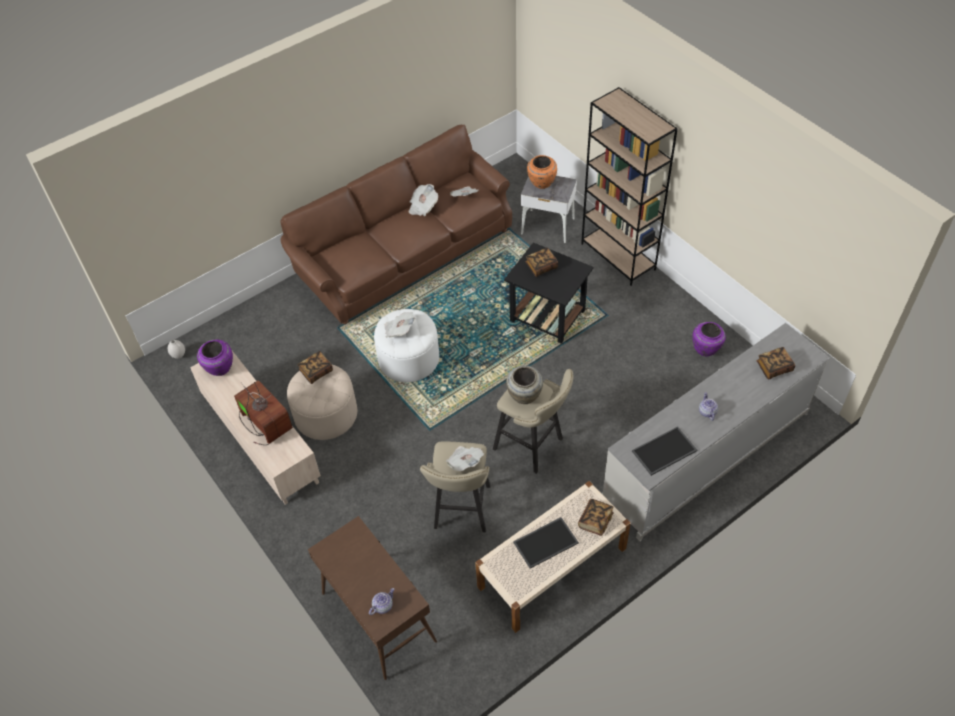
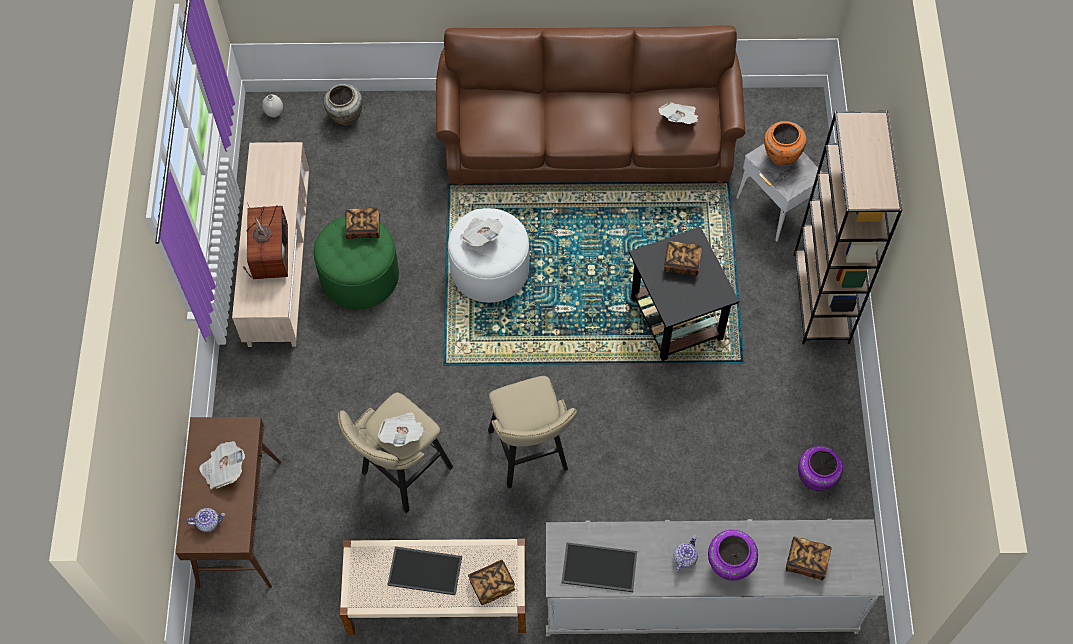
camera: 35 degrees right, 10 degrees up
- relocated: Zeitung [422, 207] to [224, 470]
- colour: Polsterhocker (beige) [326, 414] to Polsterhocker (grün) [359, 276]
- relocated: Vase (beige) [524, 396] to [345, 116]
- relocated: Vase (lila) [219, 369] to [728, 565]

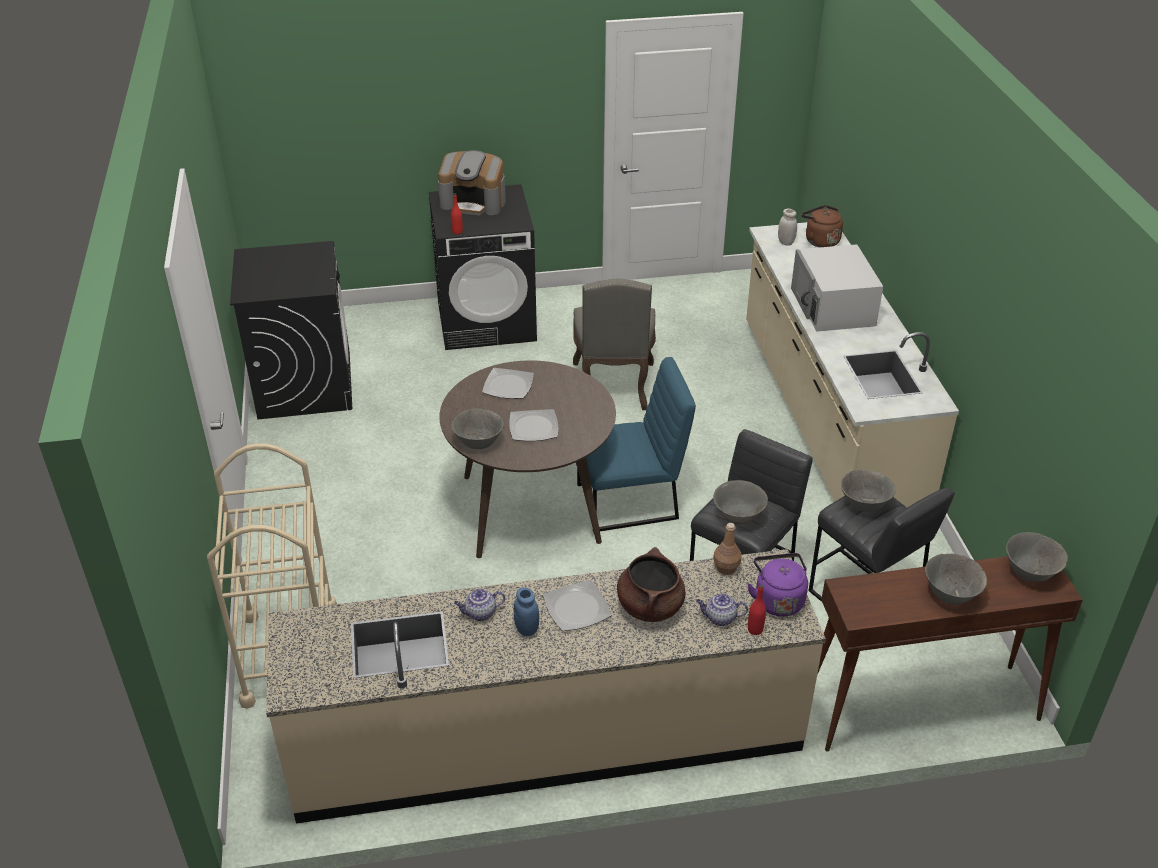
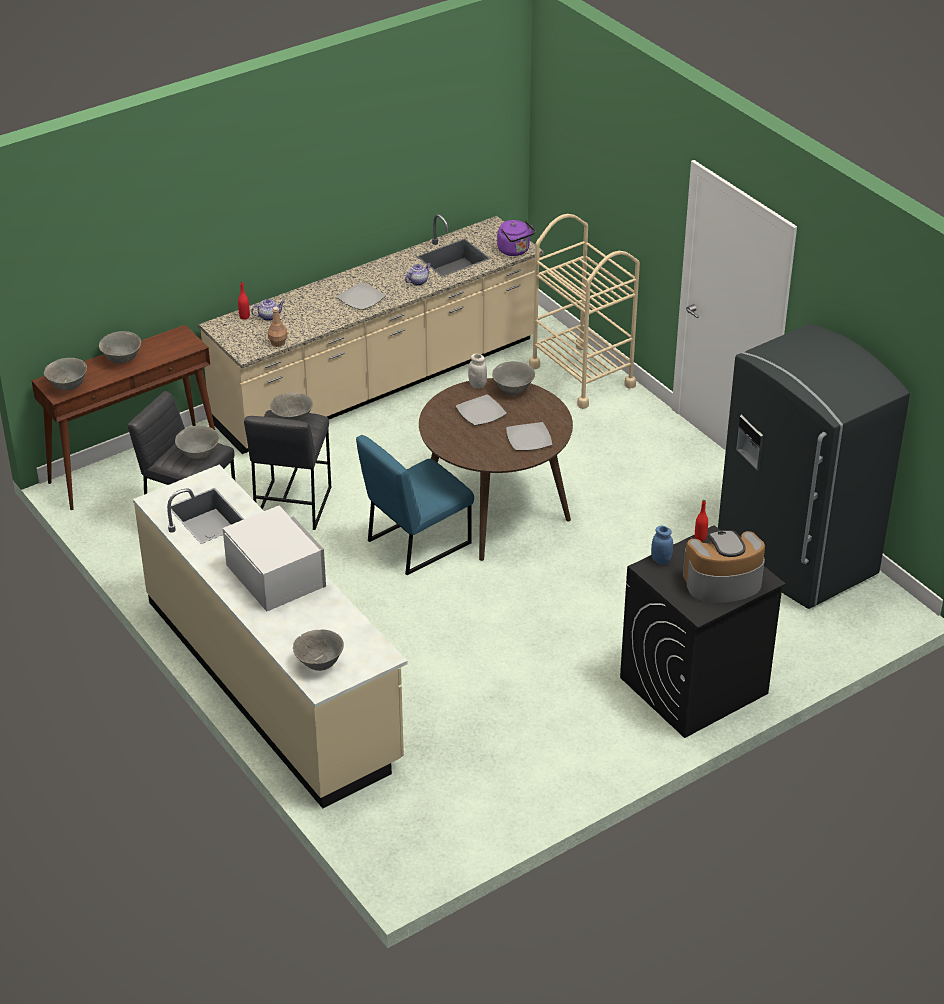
camera: 155 degrees right, 0 degrees up
- exchanged: Wasserkessel (braun) [820, 240] to Schüssel (grau) [319, 663]
- relocated: Vorratsglas (weiß) [786, 242] to [477, 385]
- relocated: Wasserkessel (lila) [777, 599] to [515, 251]
- relocated: Vorratsglas (blau) [527, 629] to [661, 560]
- exchanged: Waschmaschine (schwarz) [304, 384] to Kühlschrank (grau) [794, 557]
- missing: Stuhl (grau) [613, 387]
- missing: Kochtopf (braun) [650, 606]

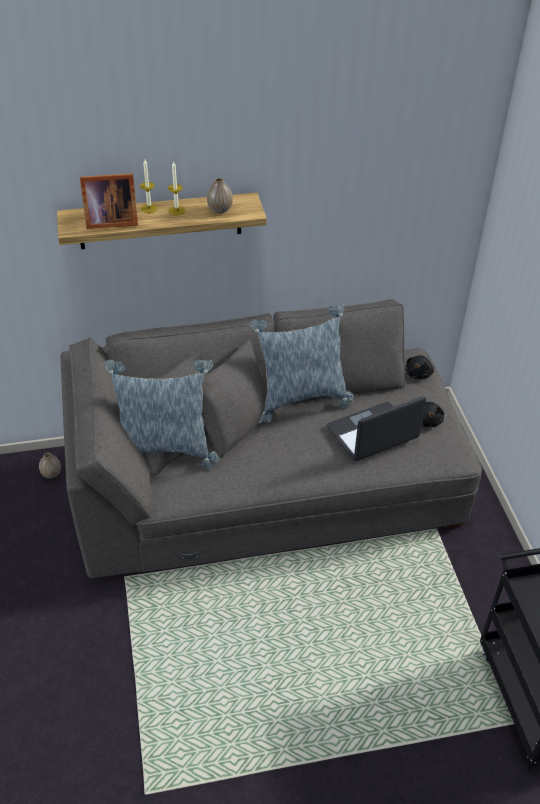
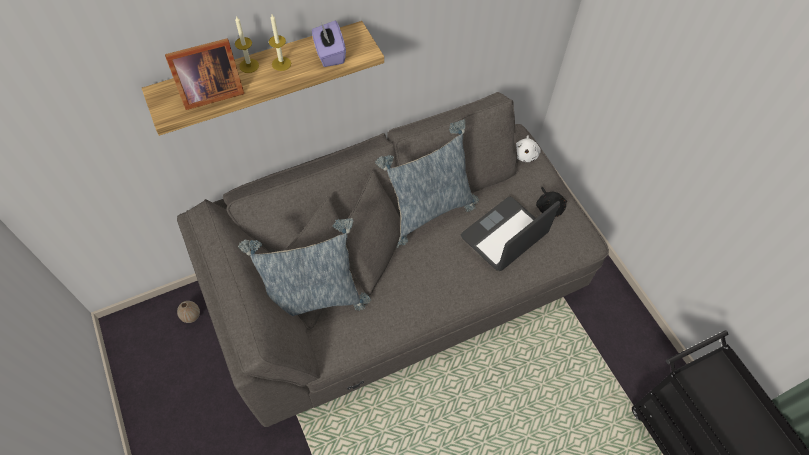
camera: 15 degrees left, 15 degrees up
- exchanged: Vase [220, 210] to Taschentuchbox (lila) [329, 54]
- colour: Plüschtier (schwarz) [418, 373] to Plüschtier (weiß) [525, 154]

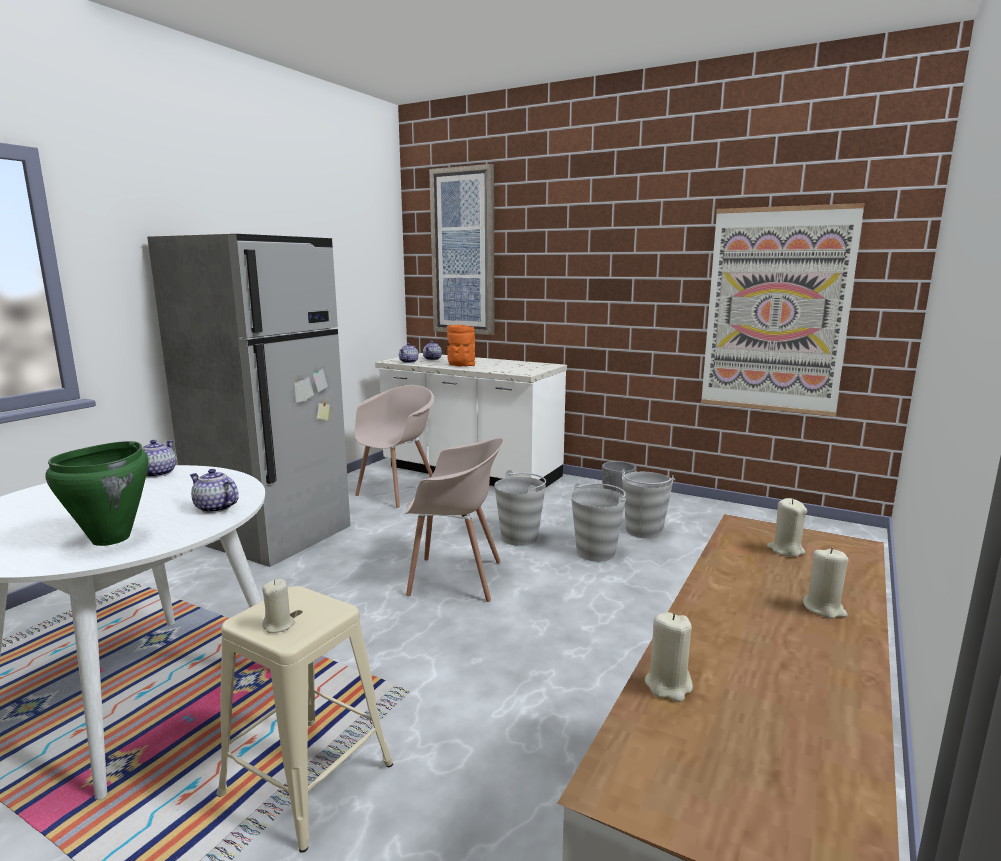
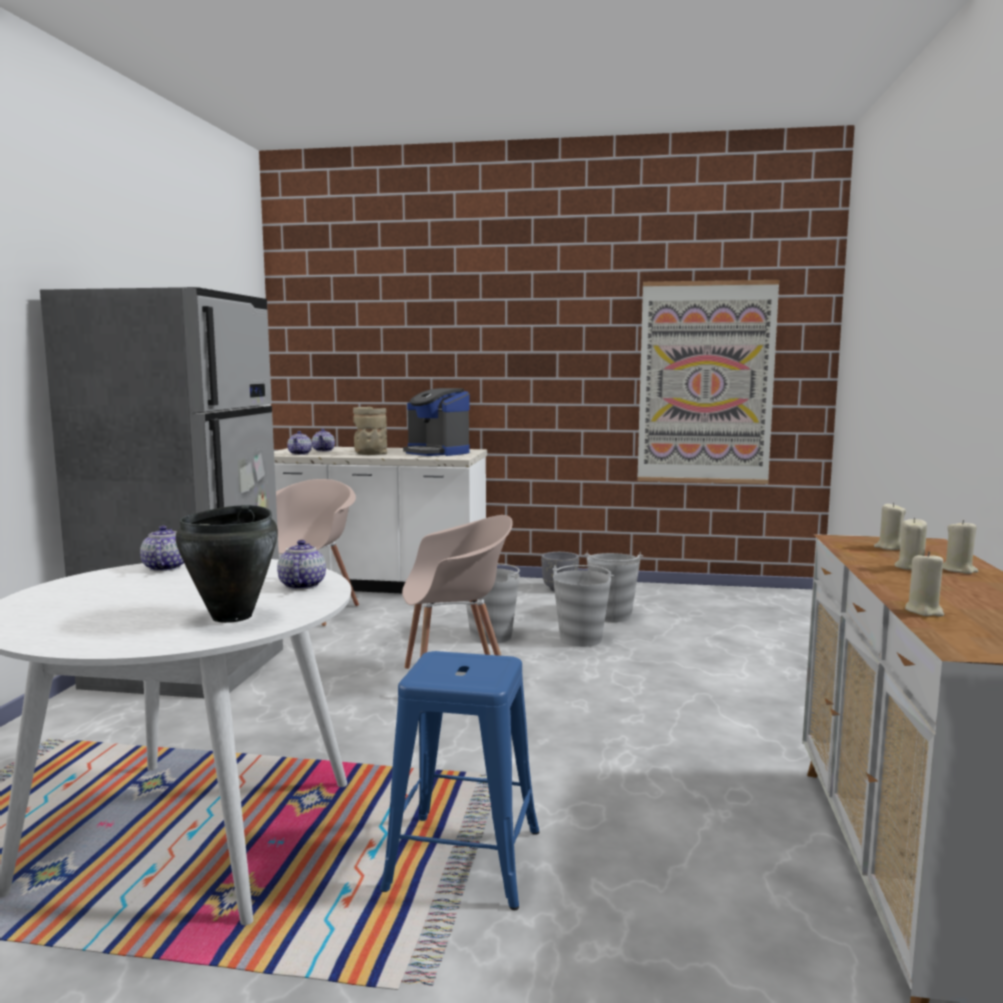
camera: 20 degrees left, 5 degrees down
- colour: Kochtopf (grün) [112, 538] to Kochtopf (schwarz) [233, 616]
- spun: Teekanne [214, 508] = [301, 585] 75 degrees clockwise
- colour: Vase (orange) [461, 365] to Vase (beige) [370, 454]
- colour: Hocker (beige) [307, 779] to Hocker (blau) [463, 860]
- appeared: Kaffeemaschine [437, 452]
- relocated: Kerze (beige) [279, 625] to [910, 567]
- missing: Bild [463, 252]

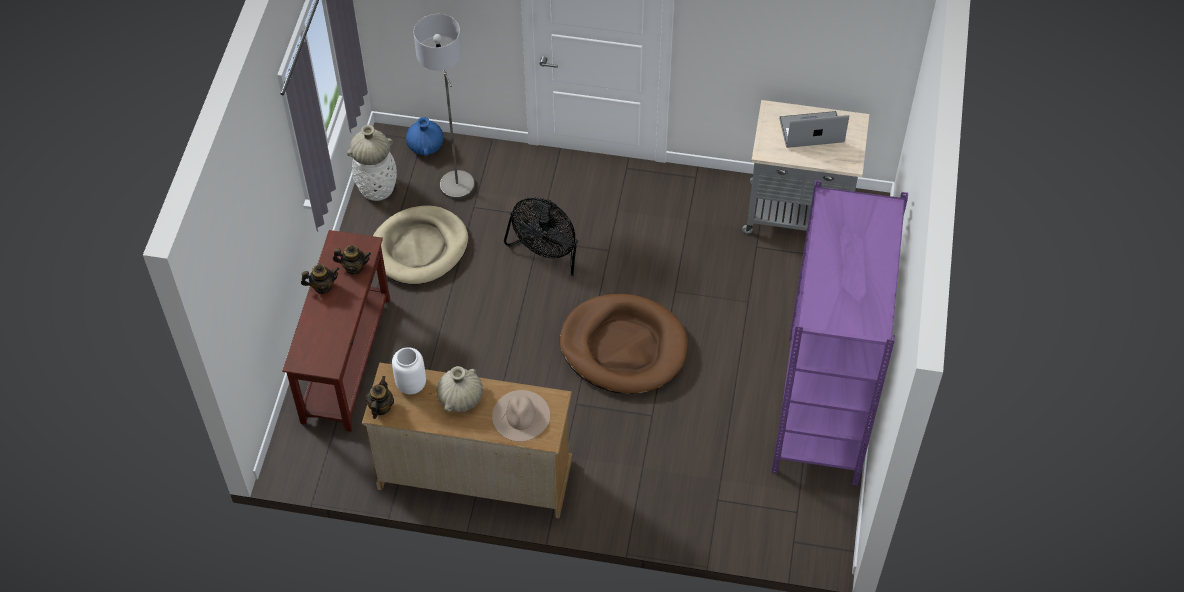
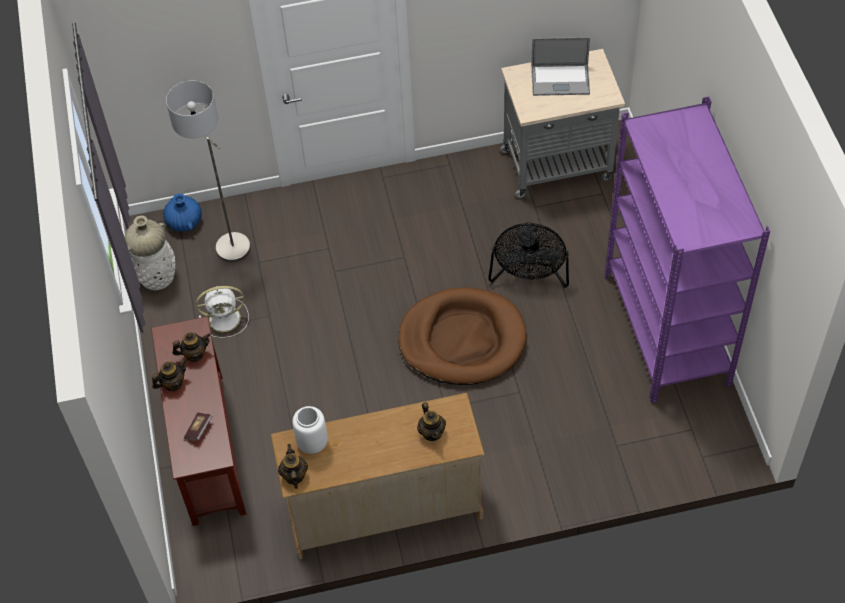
camera: 20 degrees left, 0 degrees up
- appeared: Buch [199, 430]
- exchanged: Hundebett (beige) [419, 248] to Ventilator (weiß) [226, 318]
- exchanged: Hut (beige) [521, 415] to Teekanne [432, 432]
- relocated: Ventilator (schwarz) [546, 249] to [526, 272]
- spun: Laptop [811, 131] = [560, 80] 150 degrees counterclockwise
- missing: Vase (beige) [460, 398]

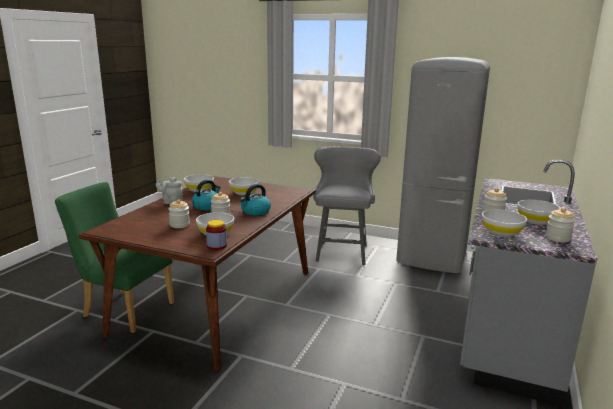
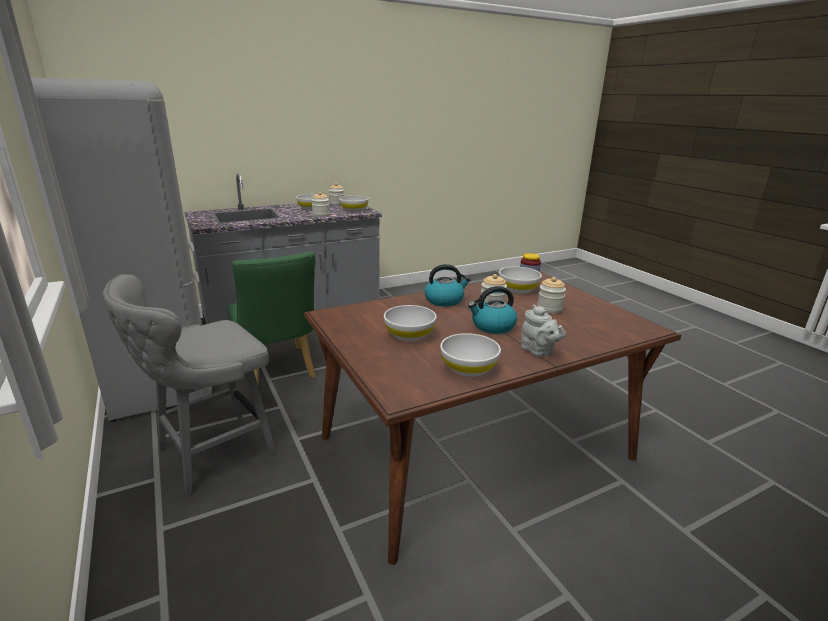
camera: 140 degrees left, 5 degrees up
- relocated: Stuhl (grün) [123, 309] to [278, 372]

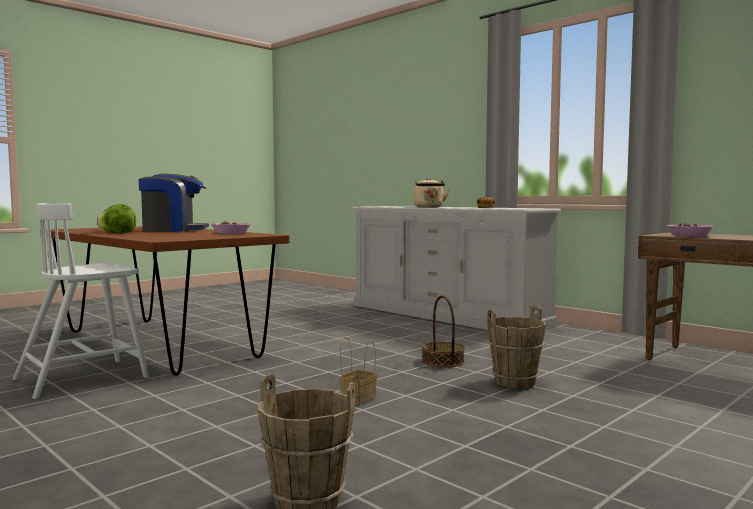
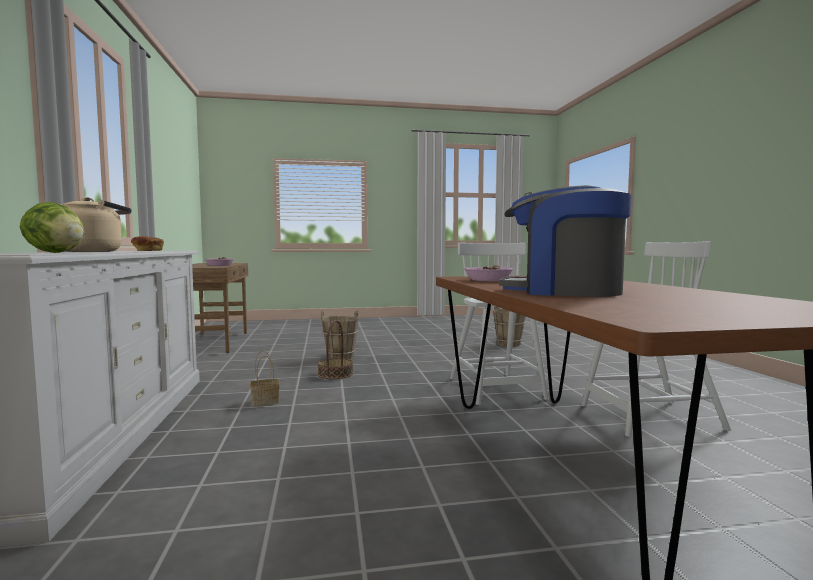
camera: 145 degrees left, 0 degrees up
- relocated: Salatkopf [118, 233] to [56, 253]
- relocated: Korb [358, 398] to [264, 402]
- appeared: Stuhl (weiß) [496, 389]

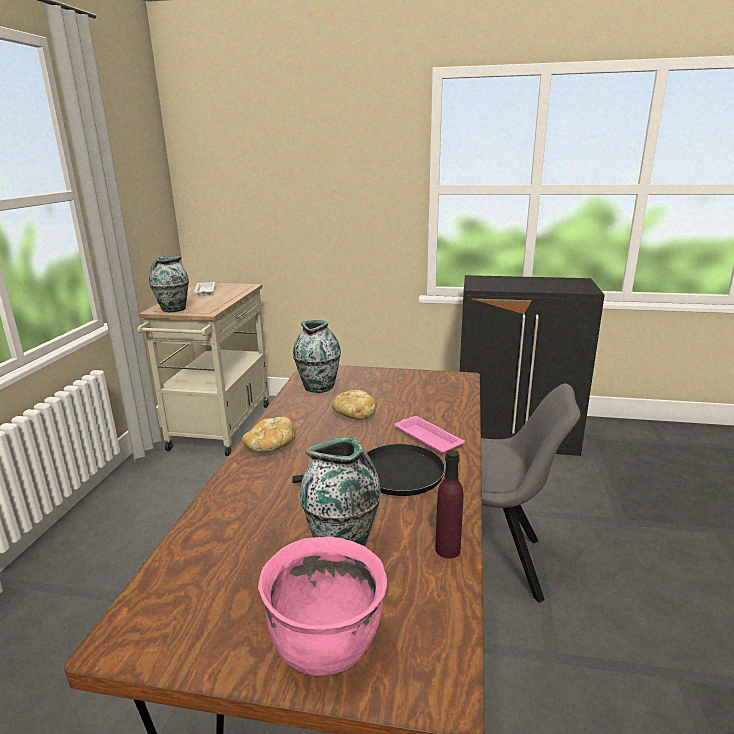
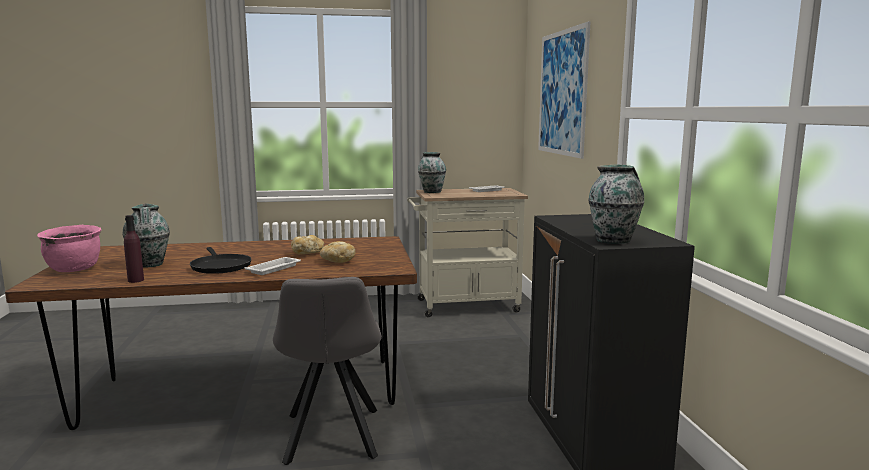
camera: 70 degrees right, 10 degrees down
- colour: Tablett (rosa) [426, 438] to Tablett (weiß) [274, 269]
- relocated: Brot [271, 447] to [337, 261]
- appeared: Bild [562, 93]
- relocated: Vase [319, 386] to [614, 240]

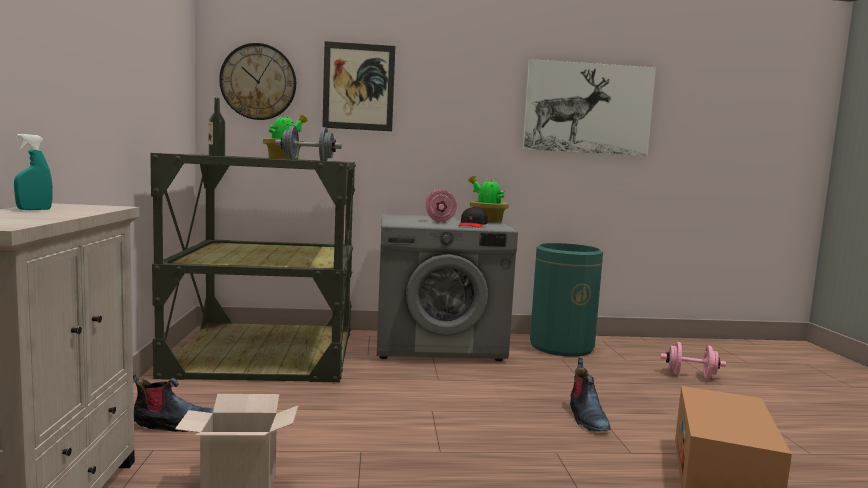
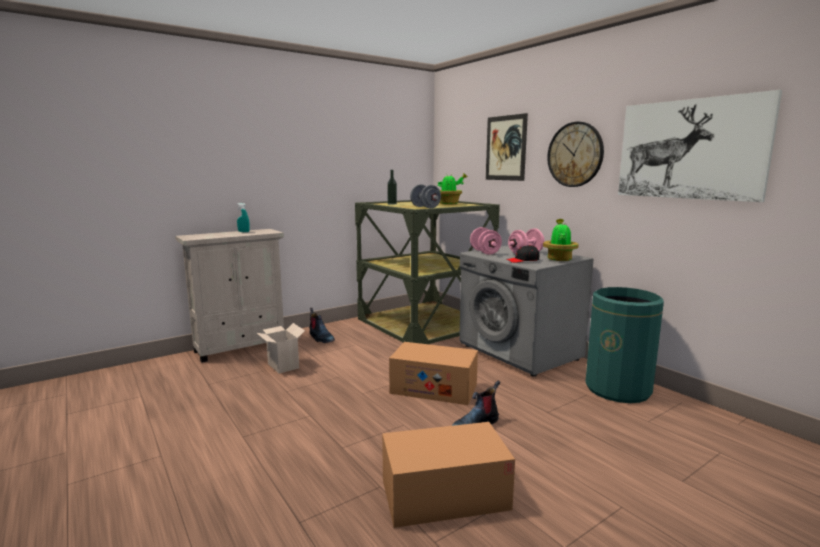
camera: 60 degrees right, 5 degrees up
- appeared: Karton [434, 388]
- relocated: Hantel (rosa) [690, 375] to [485, 252]
- relocated: Wanduhr [258, 82] to [575, 154]

